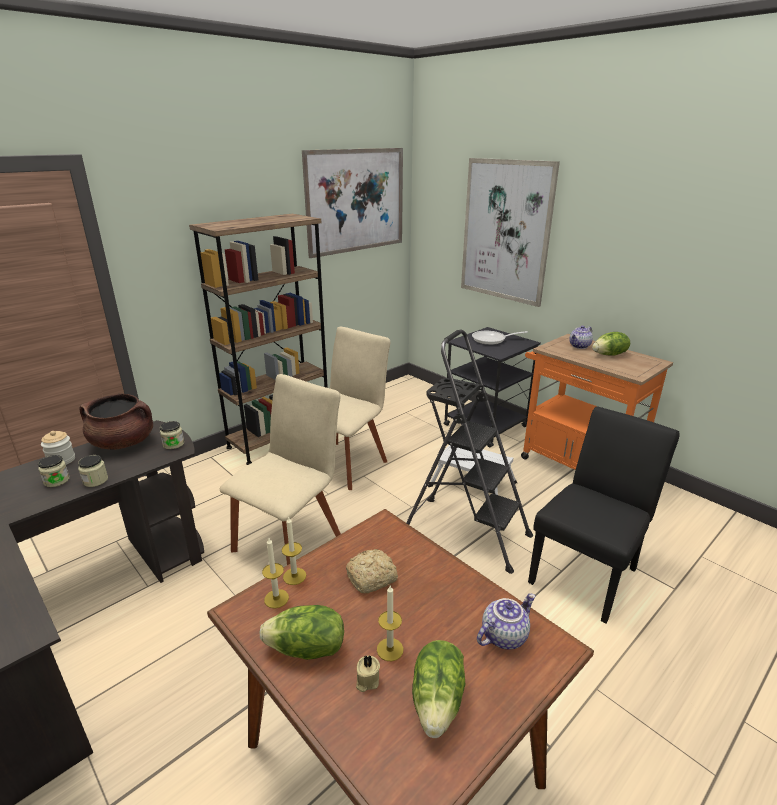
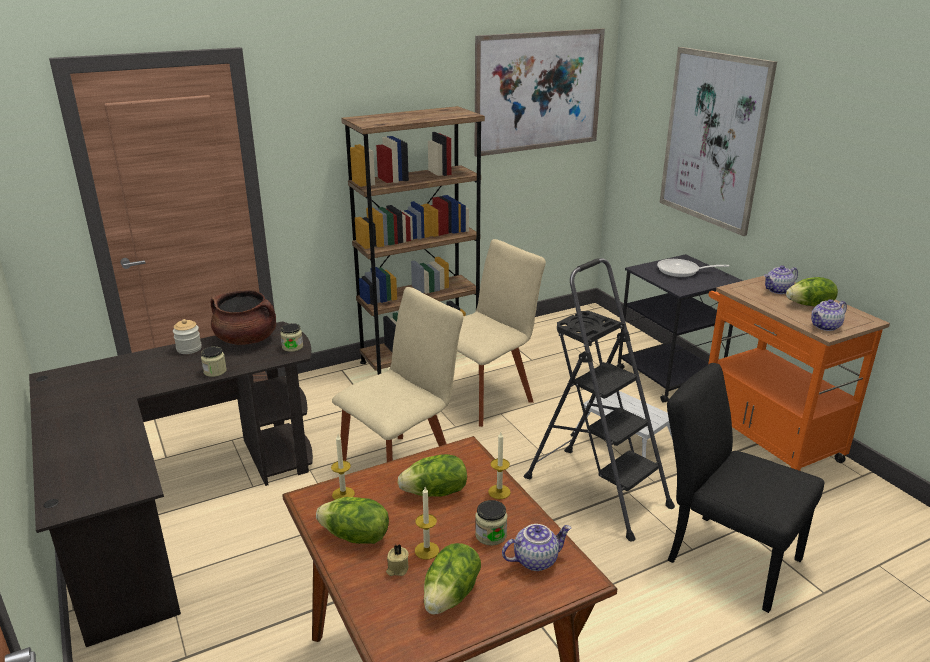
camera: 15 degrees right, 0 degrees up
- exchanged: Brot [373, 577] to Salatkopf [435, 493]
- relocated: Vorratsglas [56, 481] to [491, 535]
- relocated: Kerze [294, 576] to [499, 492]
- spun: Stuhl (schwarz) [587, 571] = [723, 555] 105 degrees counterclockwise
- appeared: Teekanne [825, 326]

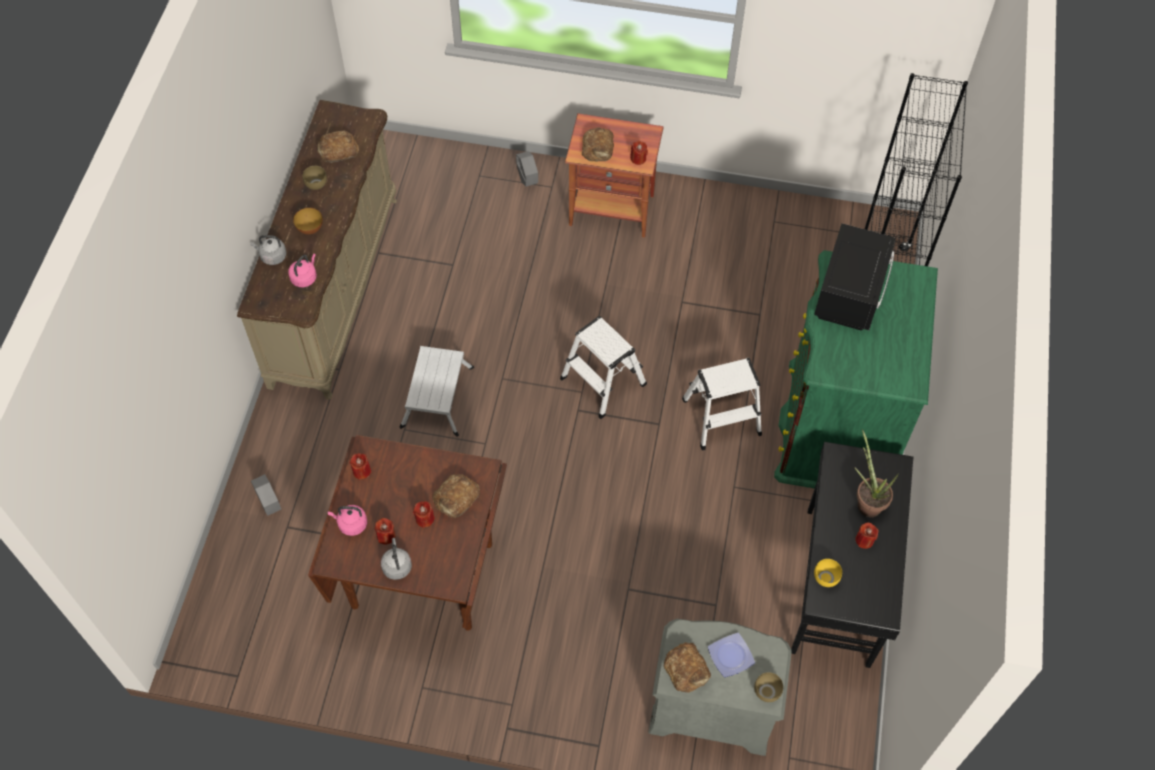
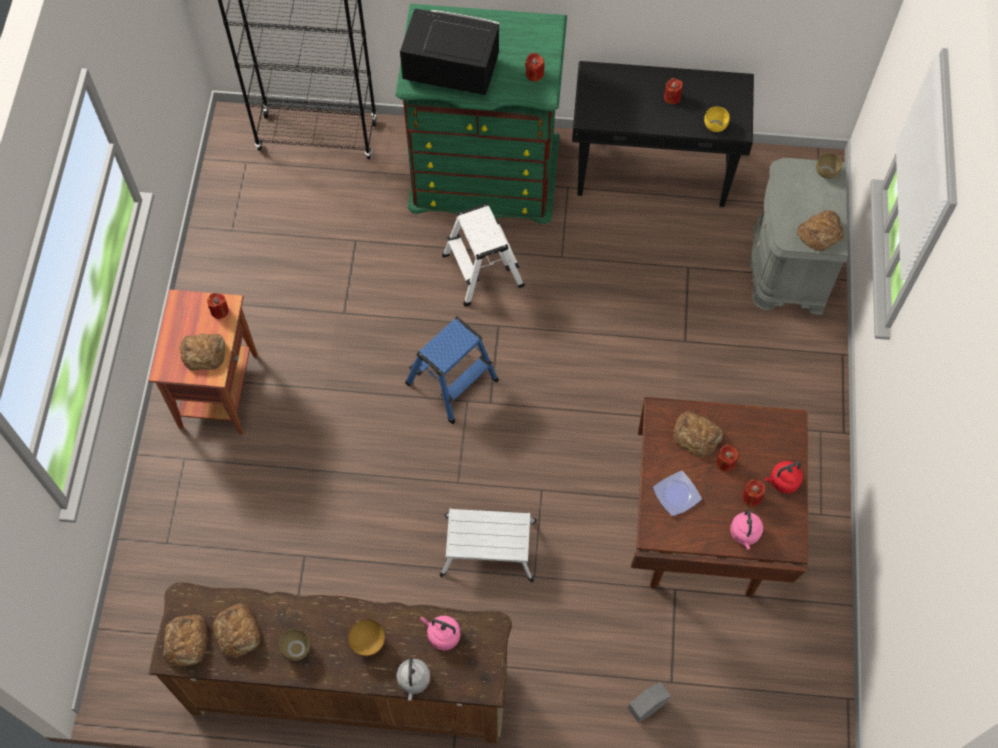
camera: 95 degrees left, 5 degrees up
- appeared: Brot [187, 642]
- colour: Trittleiter (weiß) [603, 381] to Trittleiter (blau) [452, 381]
- relocated: Kerze (rot) [361, 471] to [534, 74]
- relocated: Teller [731, 655] to [675, 494]
- colour: Wasserkessel (grau) [397, 566] to Wasserkessel (rot) [782, 481]
- missing: Pflanzkübel (grau) [527, 180]
- missing: Topfpflanze [866, 501]

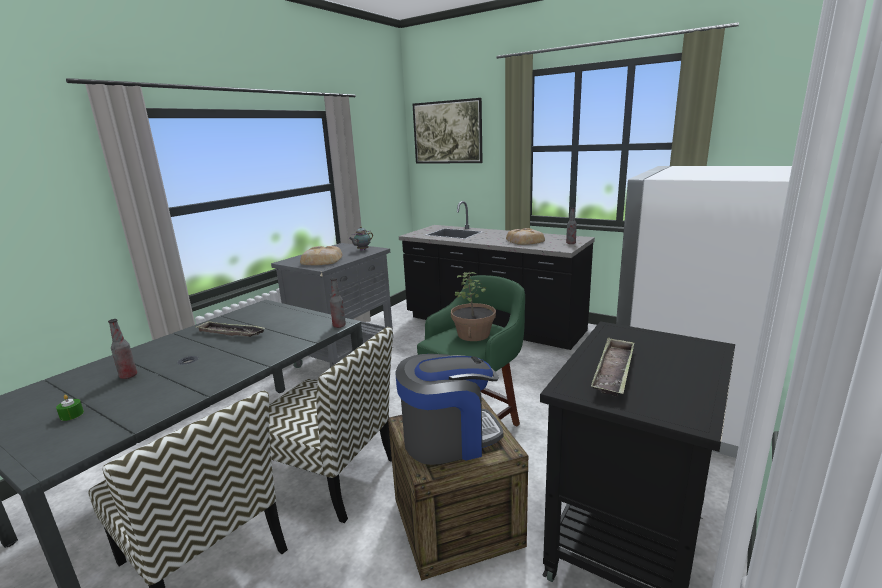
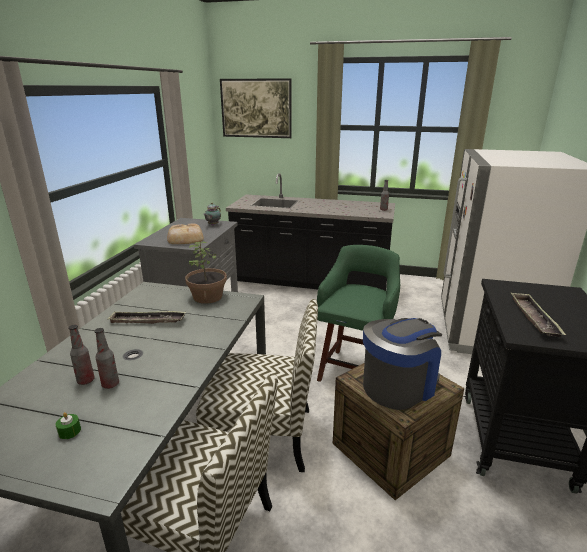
camera: 20 degrees left, 5 degrees up
- relocated: Flasche [339, 326] to [110, 384]
- relocated: Topfpflanze [474, 334] to [208, 297]
- missing: Brot [525, 241]

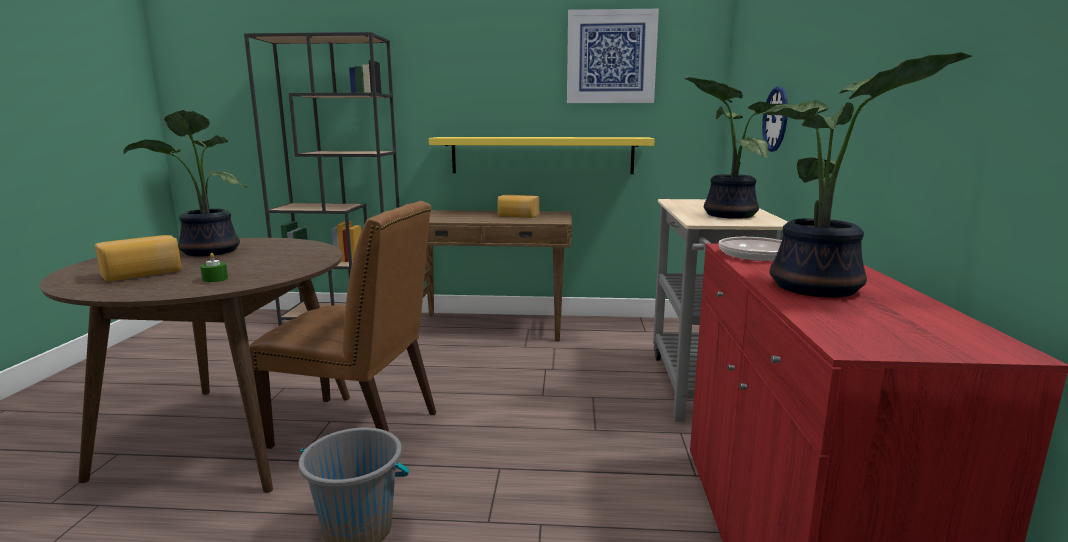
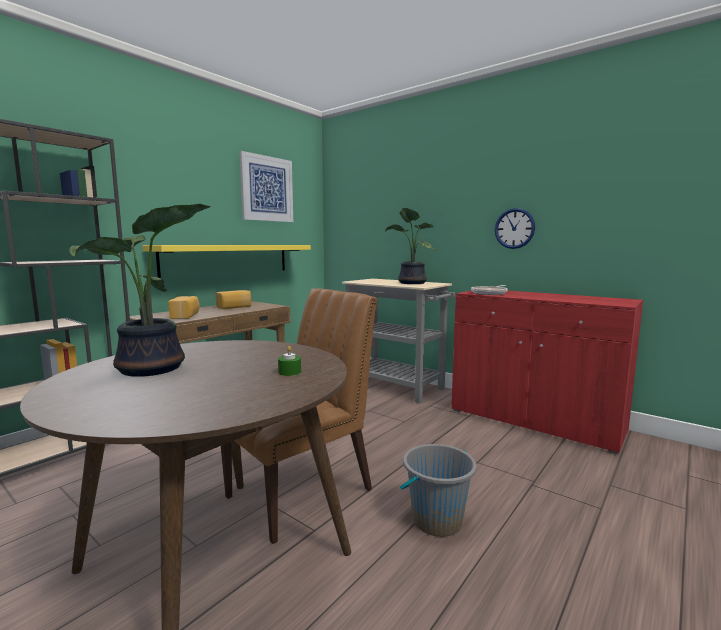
camera: 55 degrees left, 5 degrees down
- relocated: Brot [142, 274] to [186, 316]
- relocated: Wanduhr [776, 119] to [514, 228]
- missing: Topfpflanze [820, 289]

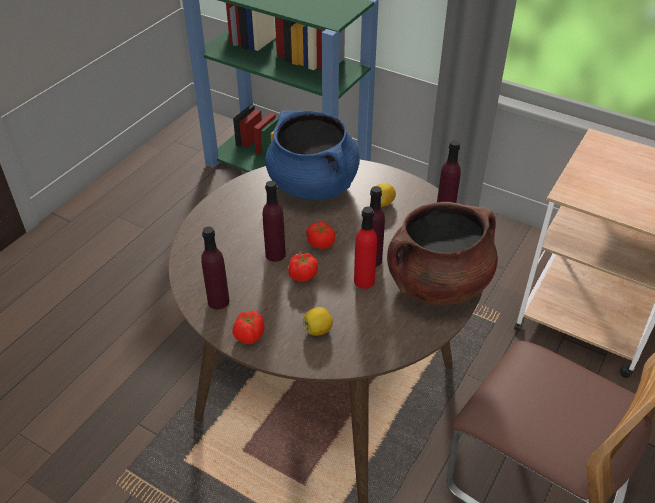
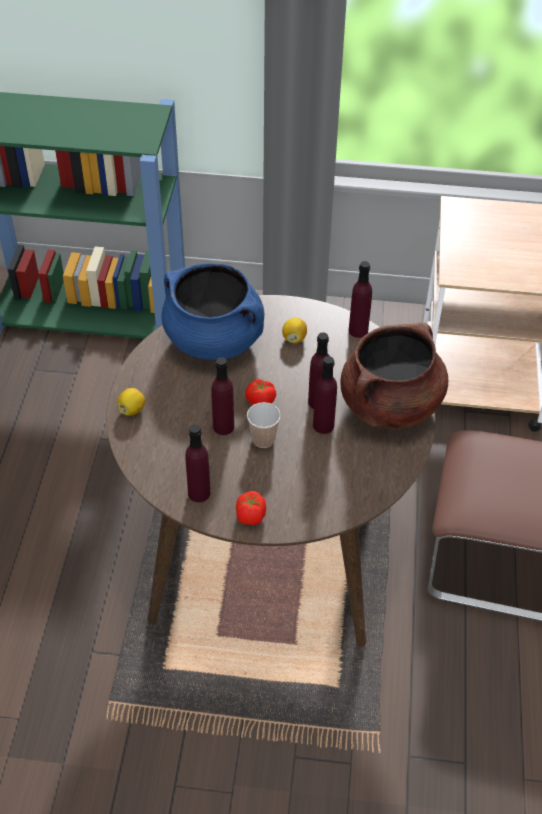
camera: 25 degrees left, 5 degrees up
- relocated: Zitrone [318, 330] to [132, 409]
- exchanged: Tomate [303, 275] to Tasse [263, 439]
- colour: Flasche (rot) [364, 281] to Flasche (lila) [323, 425]

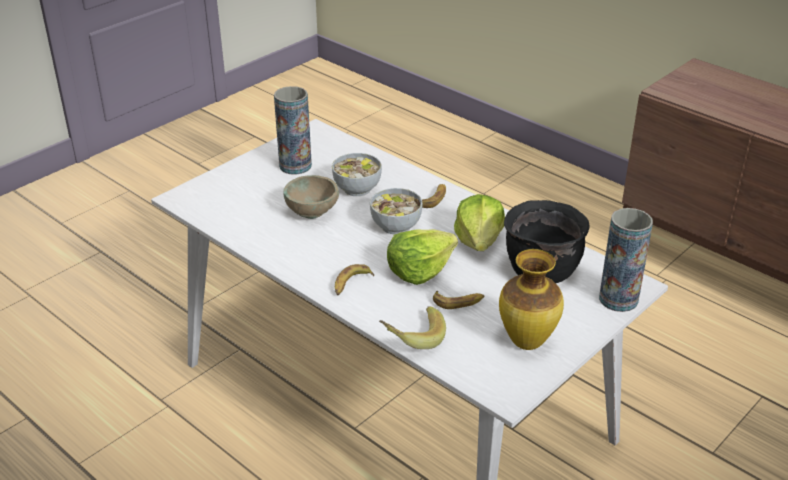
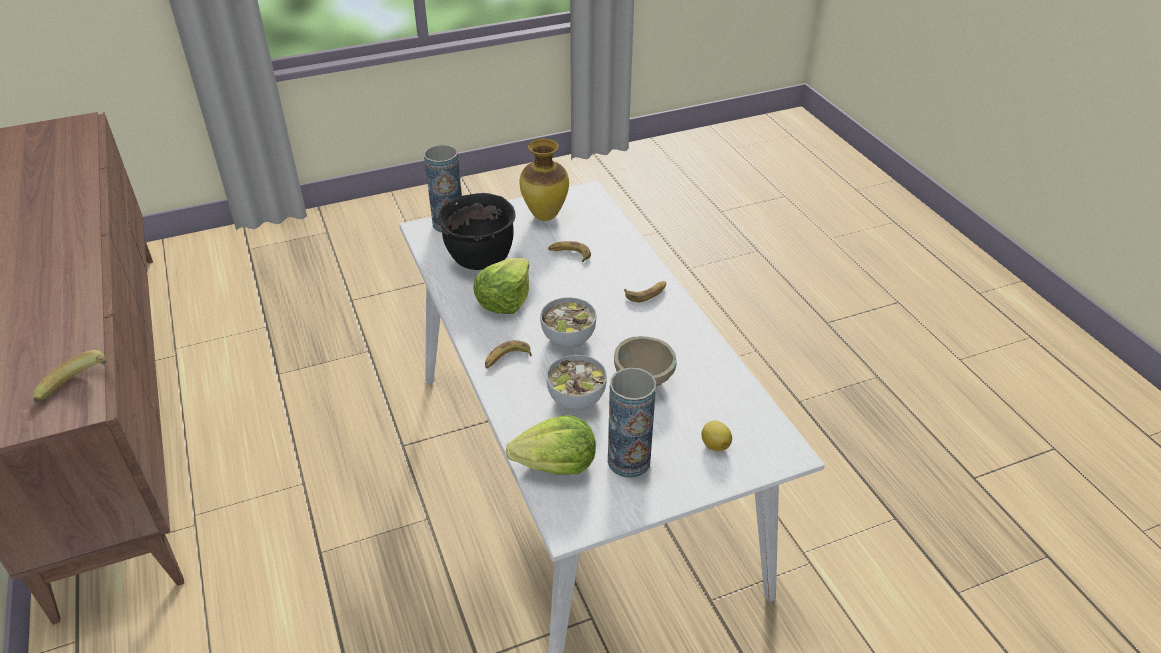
camera: 155 degrees left, 5 degrees up
- relocated: Banane [412, 337] to [80, 389]
- relocated: Salatkopf [419, 270] to [556, 465]
- appeared: Zitrone [714, 444]

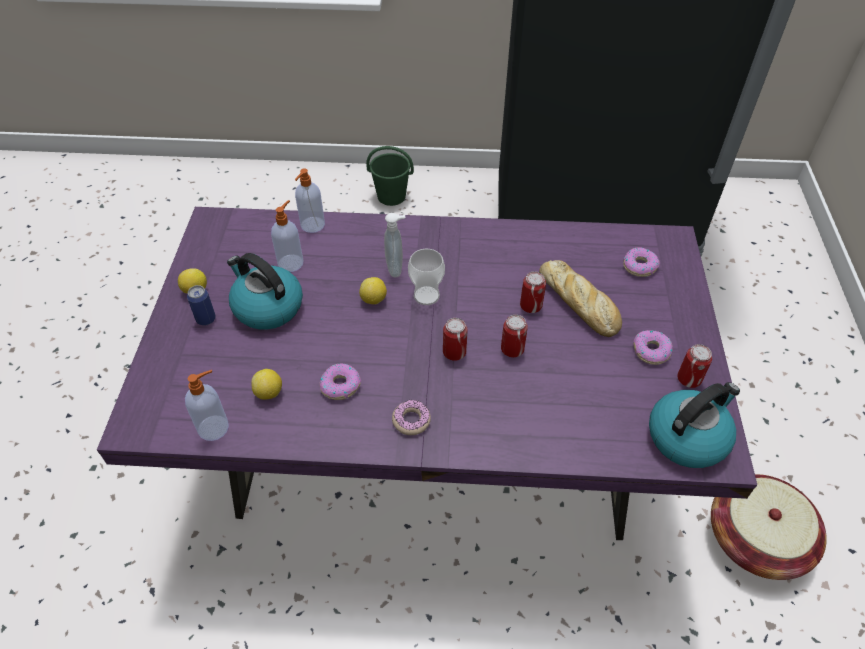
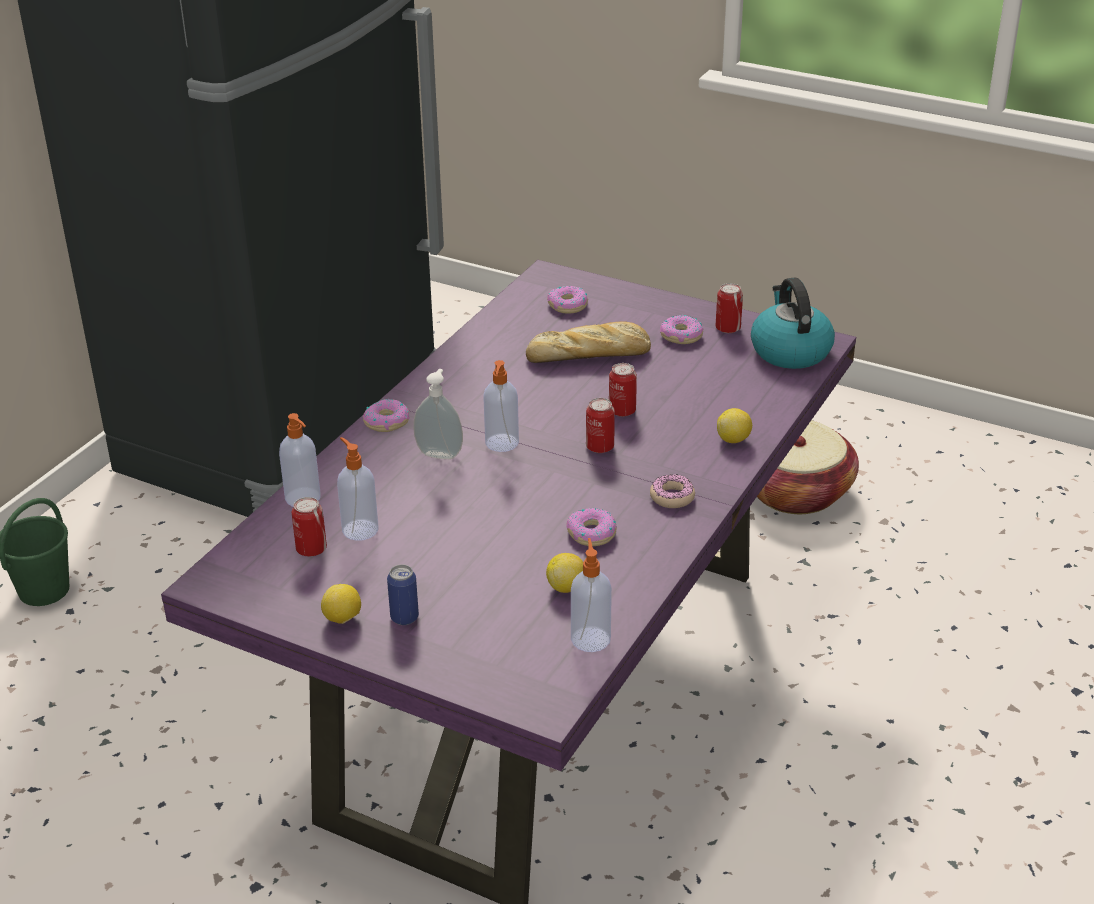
camera: 65 degrees left, 15 degrees down
- relocated: Dose [530, 306] to [311, 549]
- appeared: Donut [386, 422]
- exchanged: Tasse [426, 295] to Seifenspender [501, 443]
- relocated: Zitrone [374, 300] to [733, 440]
- missing: Wasserkessel [267, 307]

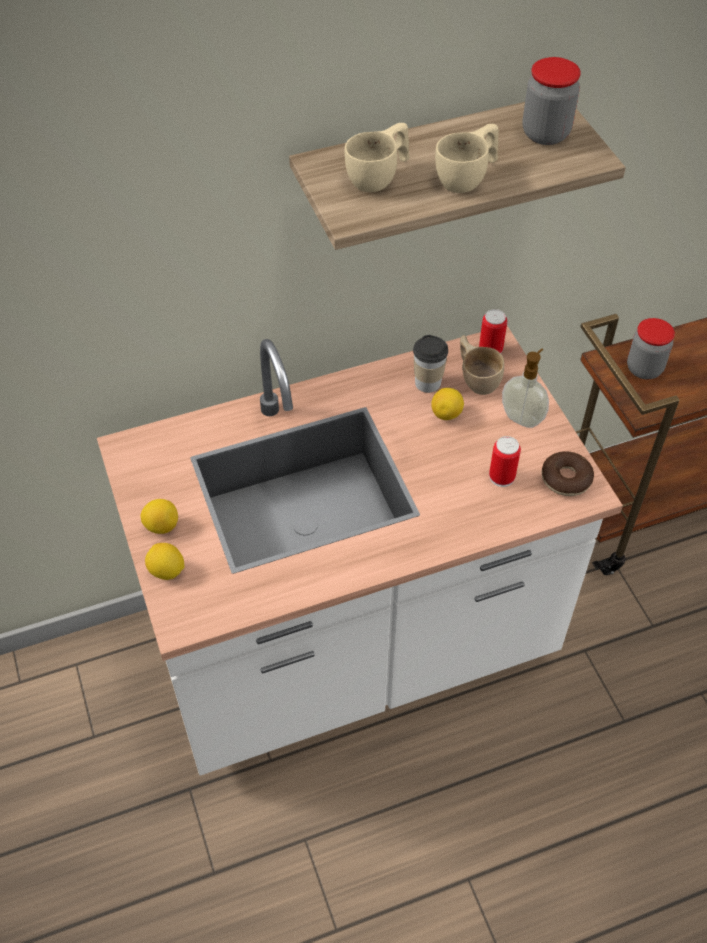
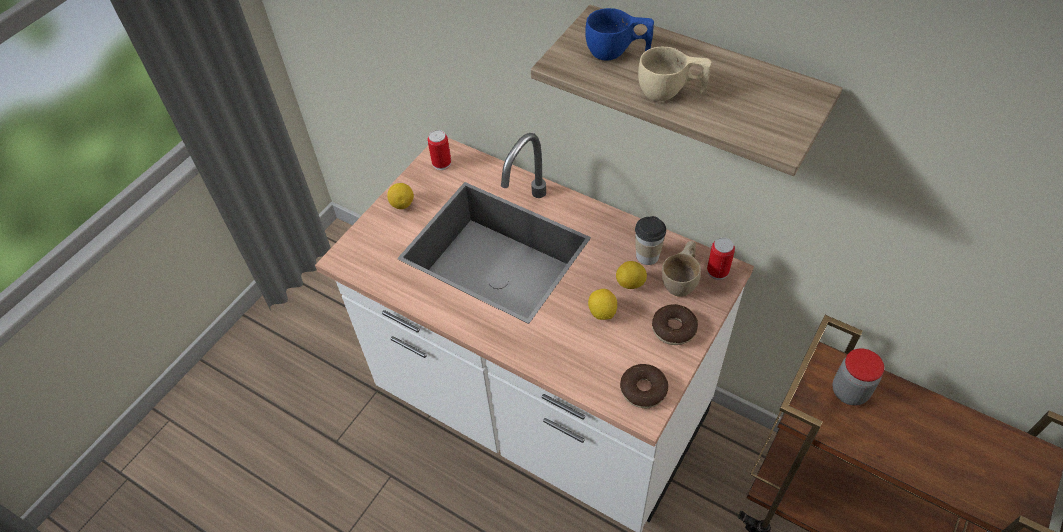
camera: 55 degrees right, 0 degrees up
- relocated: Dose [501, 477] to [441, 163]
- colour: Tasse (beige) [380, 176] to Tasse (blau) [618, 52]
- relocated: Zitrone [167, 571] to [602, 312]
- exchanged: Seifenspender [522, 417] to Donut [674, 329]
- missing: Vorratsglas [545, 134]

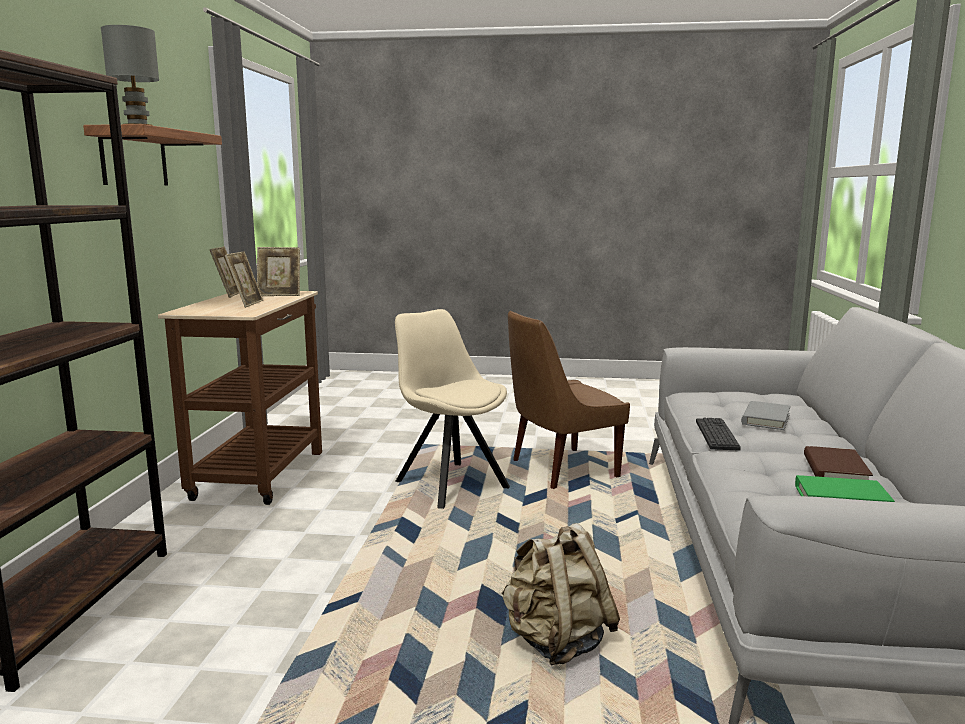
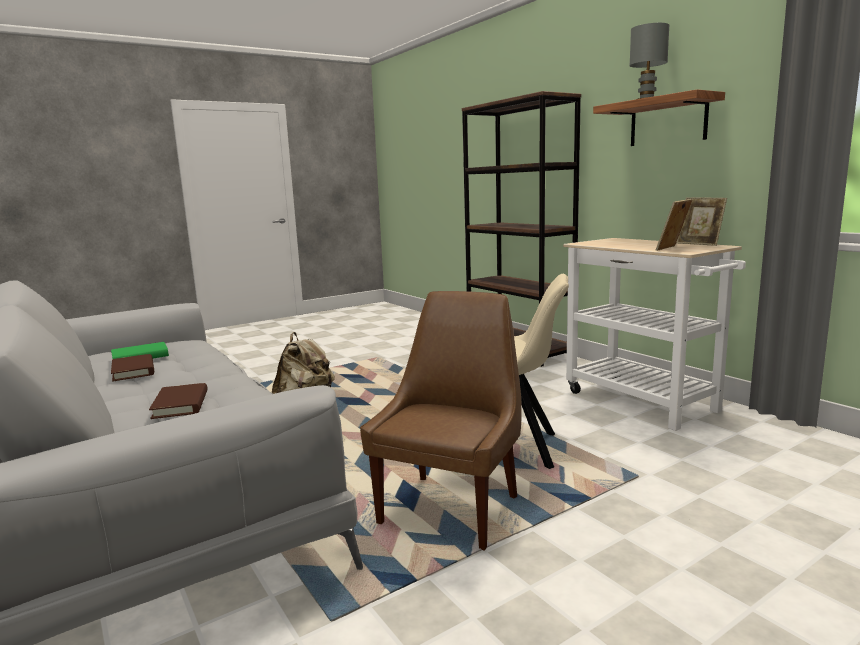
camera: 140 degrees right, 0 degrees up
- colour: Buch (grau) [765, 419] to Buch (braun) [181, 404]
- colour: Rollwagen (braun) [260, 474] to Rollwagen (weiß) [642, 402]
- missing: Bilderrahmen [246, 304]
- missing: Tastatur [716, 435]

